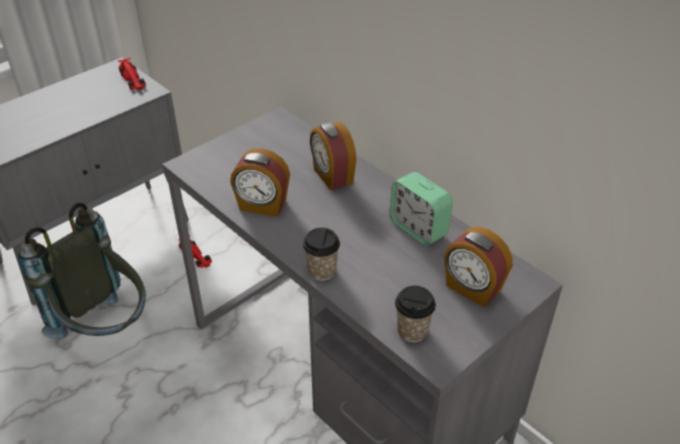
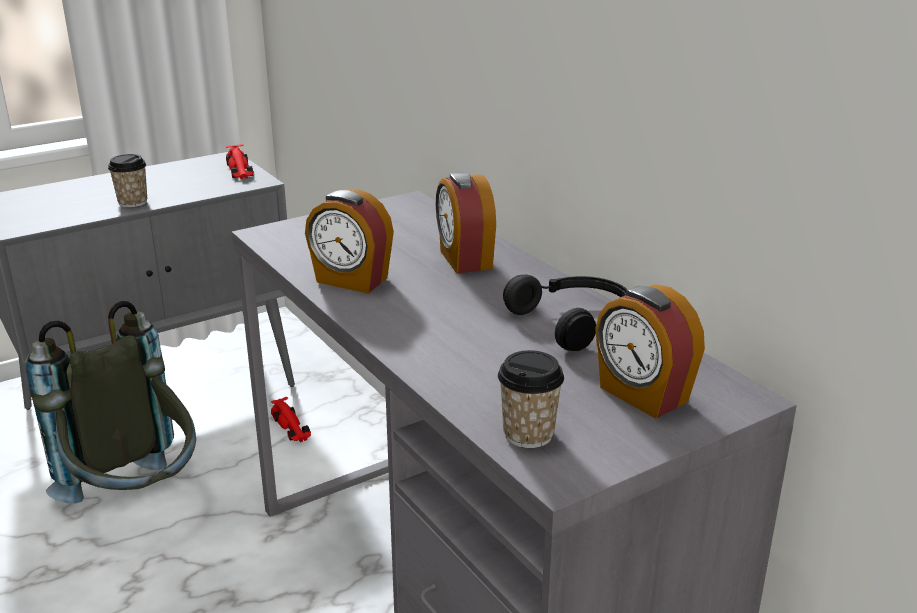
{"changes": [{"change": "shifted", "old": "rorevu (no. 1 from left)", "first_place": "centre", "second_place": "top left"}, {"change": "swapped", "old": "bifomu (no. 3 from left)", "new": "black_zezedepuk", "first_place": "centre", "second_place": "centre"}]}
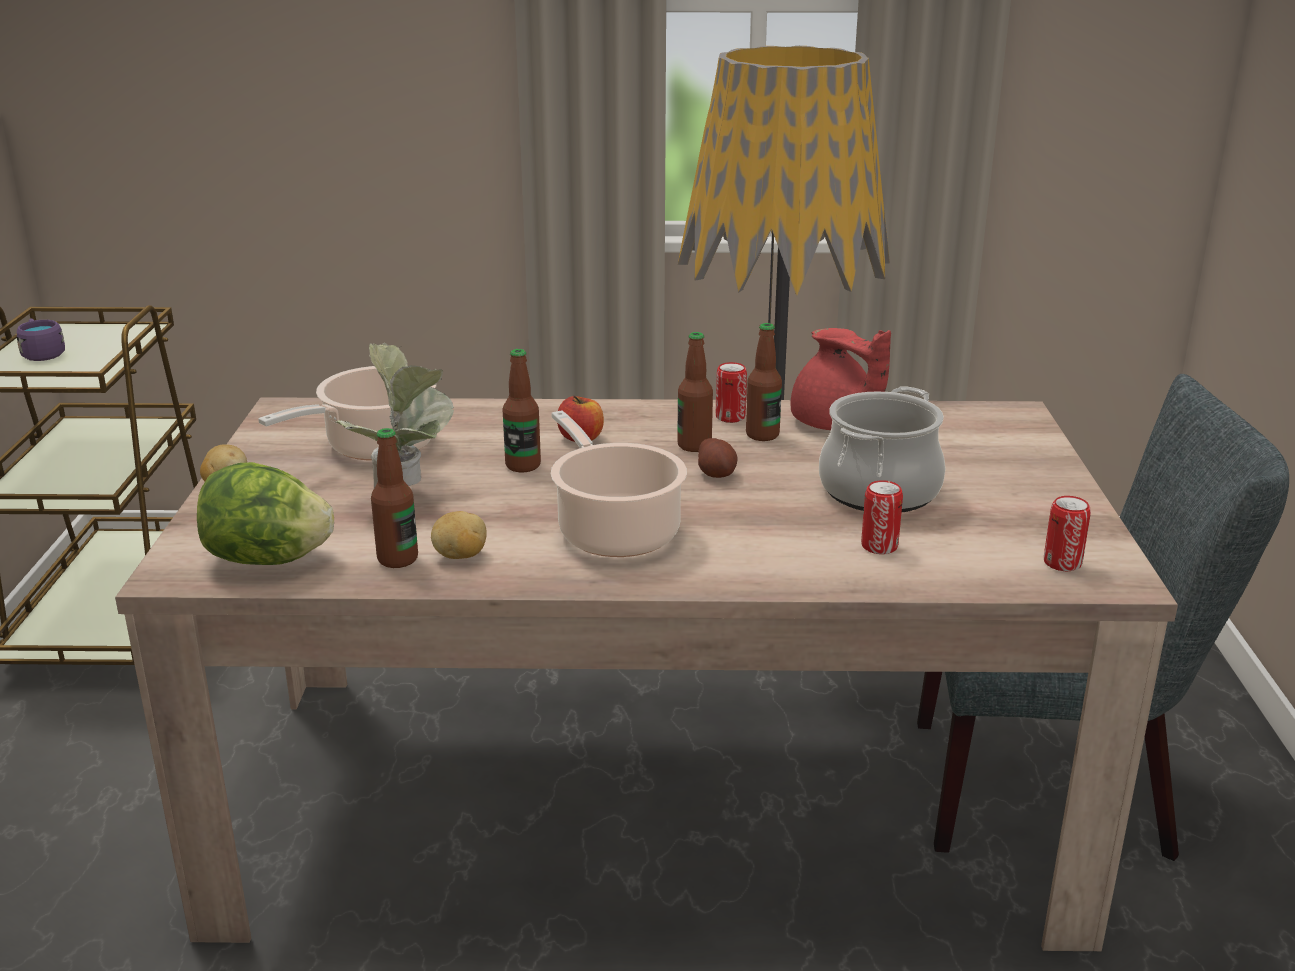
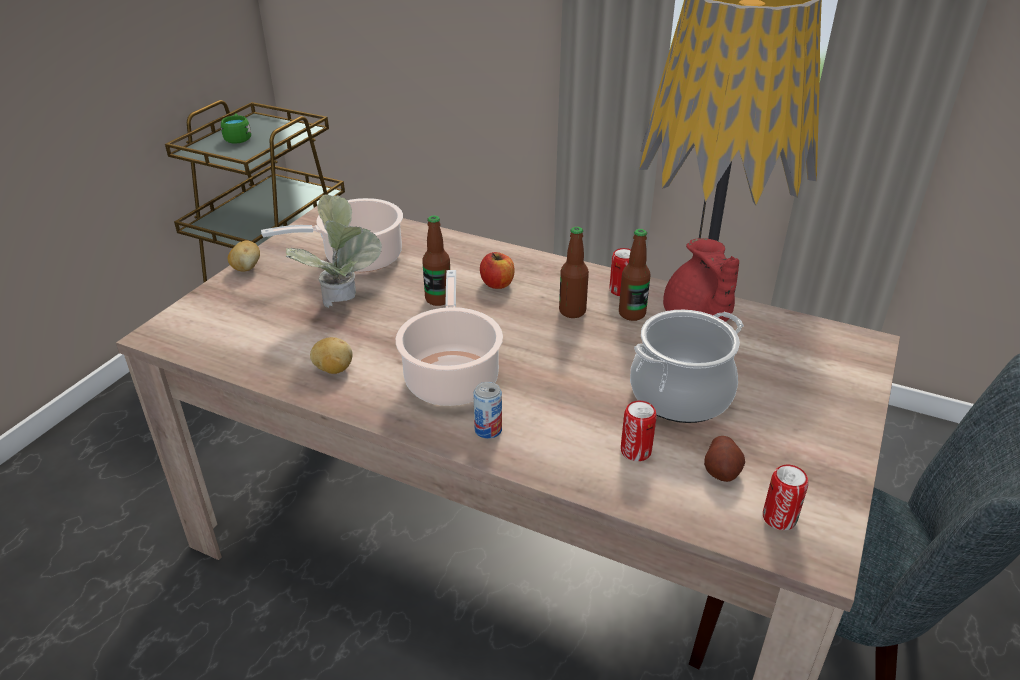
{"changes": [{"change": "repainted", "old": "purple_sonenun", "new": "green_sonenun", "first_place": "middle left", "second_place": "top left"}, {"change": "new", "new": "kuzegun (no. 1 from left)", "second_place": "centre"}, {"change": "shifted", "old": "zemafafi (no. 3 from left)", "first_place": "centre", "second_place": "bottom right"}, {"change": "gone", "old": "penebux", "first_place": "middle left"}, {"change": "gone", "old": "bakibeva (no. 1 from left)", "first_place": "middle left"}]}
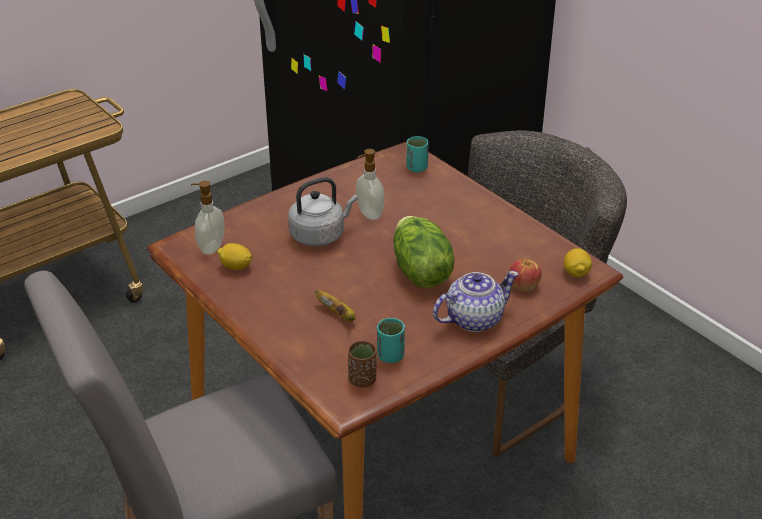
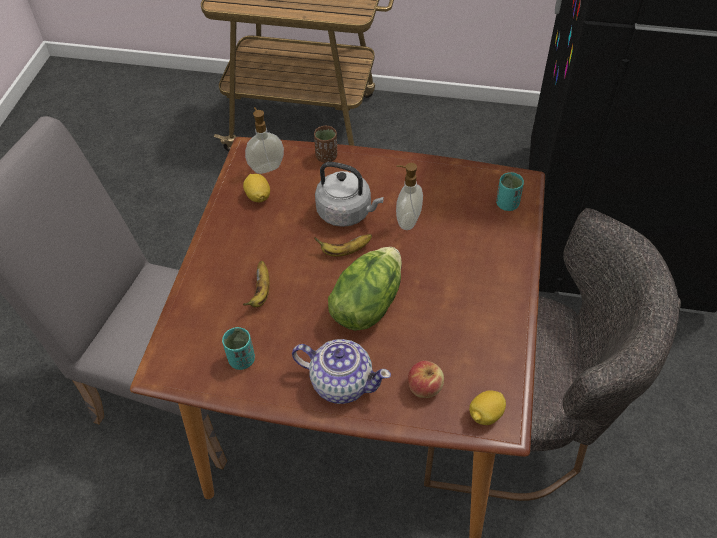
{"changes": [{"change": "shifted", "old": "brown_rorevu", "first_place": "bottom centre", "second_place": "top centre"}, {"change": "new", "new": "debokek (no. 2 from left)", "second_place": "centre"}]}
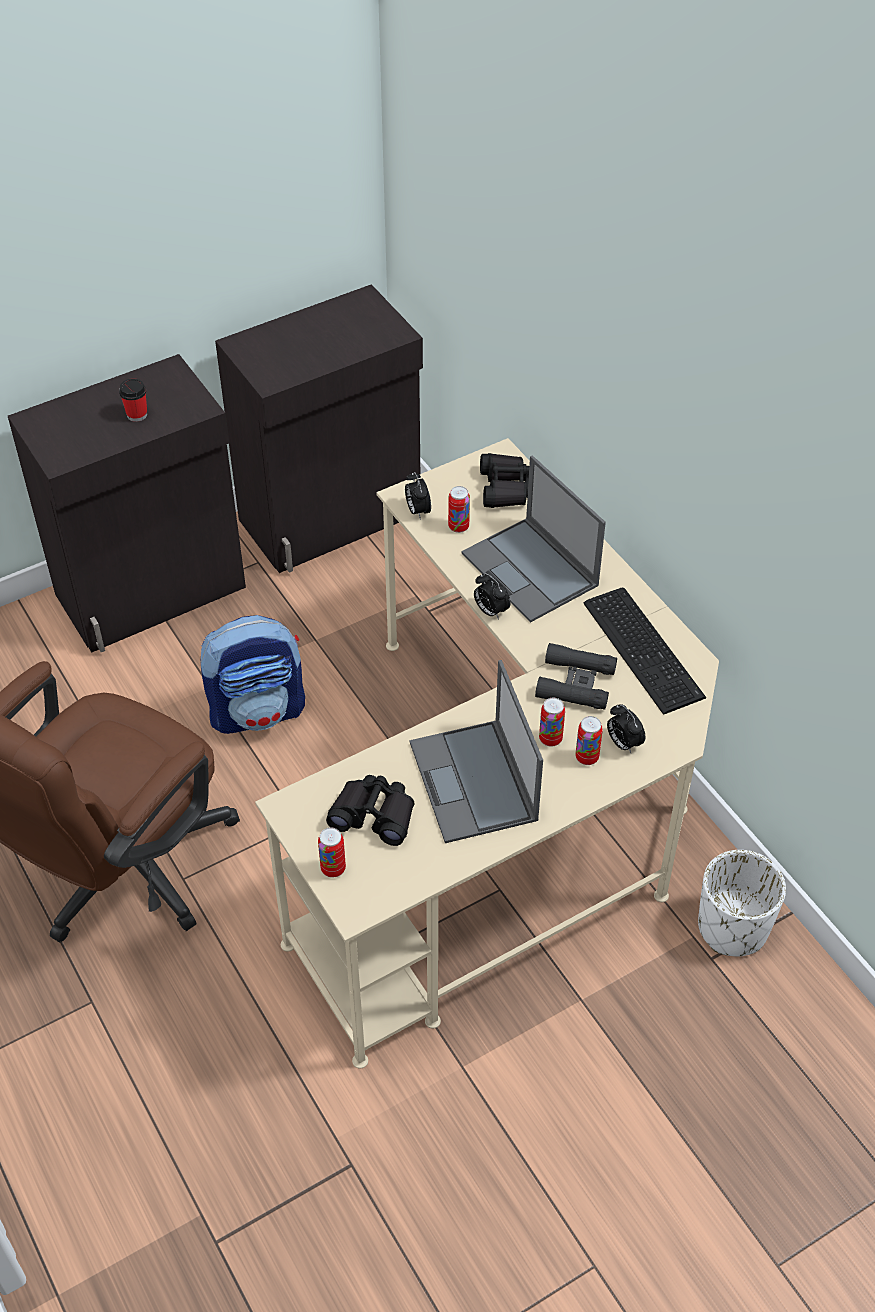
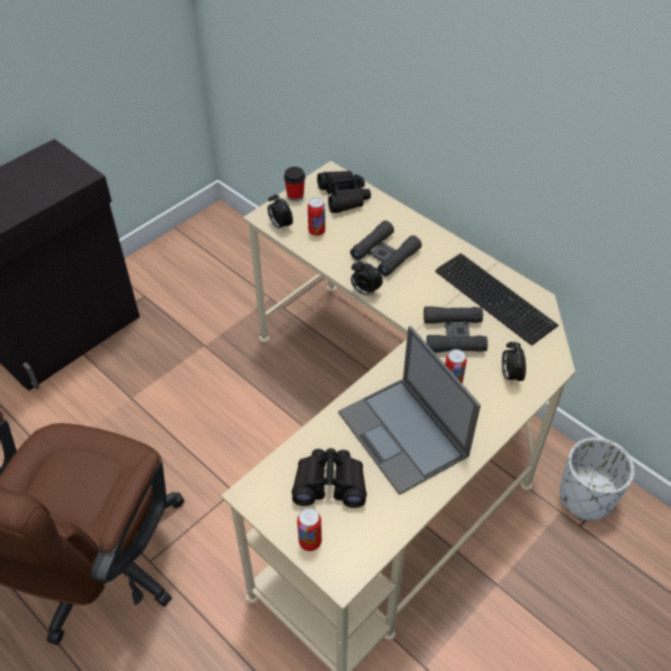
{"changes": [{"change": "shifted", "old": "rorevu", "first_place": "top left", "second_place": "top centre"}, {"change": "swapped", "old": "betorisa (no. 2 from left)", "new": "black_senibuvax (no. 3 from left)", "first_place": "centre", "second_place": "centre"}, {"change": "rotated", "old": "bifomu (no. 3 from left)", "first_place": "middle right", "second_place": "middle right", "degrees": 45}, {"change": "gone", "old": "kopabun", "first_place": "middle left"}, {"change": "gone", "old": "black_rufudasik (no. 2 from left)", "first_place": "top centre"}, {"change": "gone", "old": "kuzegun (no. 4 from left)", "first_place": "middle right"}]}
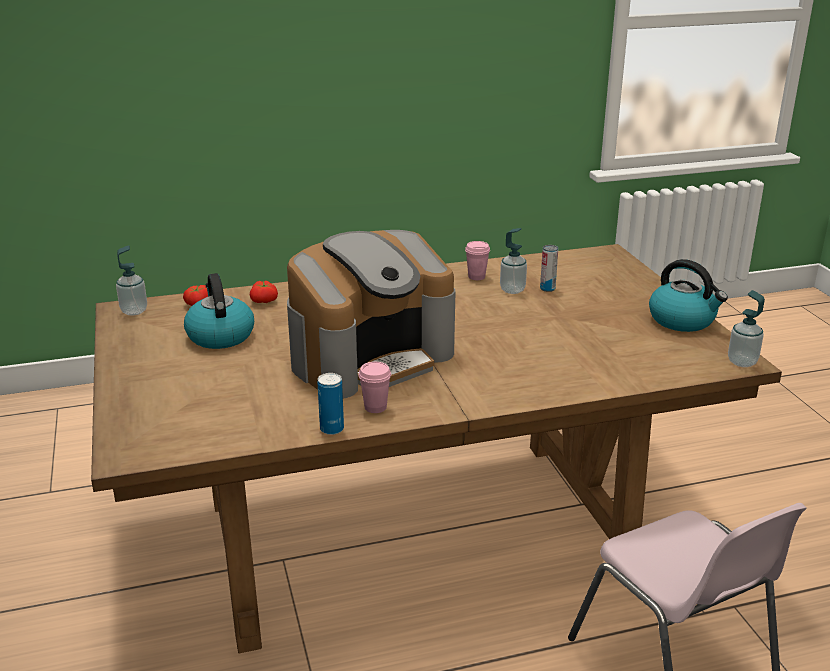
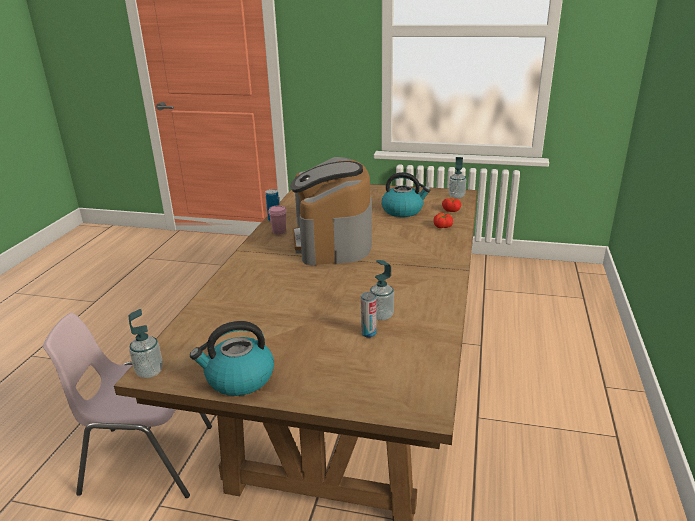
{"changes": [{"change": "gone", "old": "pink_rorevu (no. 2 from left)", "first_place": "centre"}]}
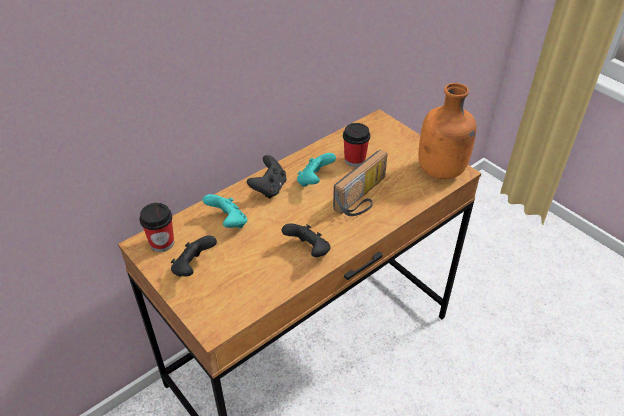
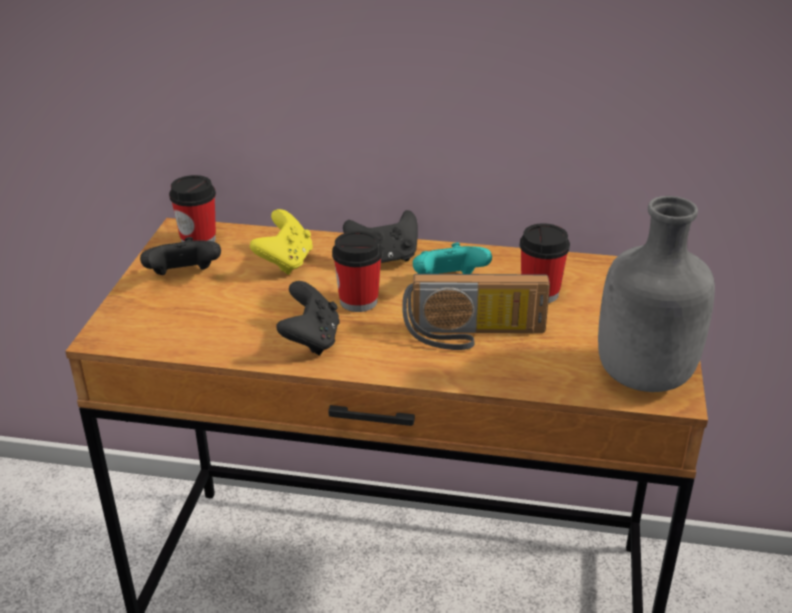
{"changes": [{"change": "repainted", "old": "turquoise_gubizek (no. 1 from left)", "new": "yellow_gubizek", "first_place": "centre", "second_place": "centre"}, {"change": "new", "new": "rorevu (no. 2 from left)", "second_place": "centre"}, {"change": "repainted", "old": "orange_bakibeva", "new": "grey_bakibeva", "first_place": "top right", "second_place": "middle right"}]}
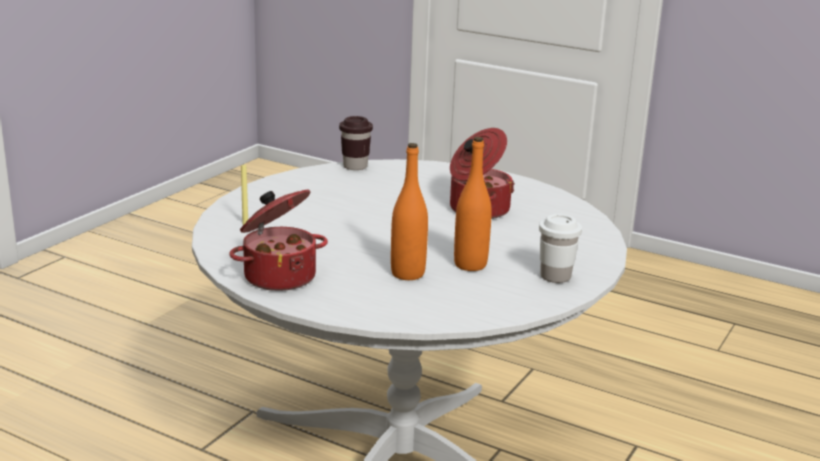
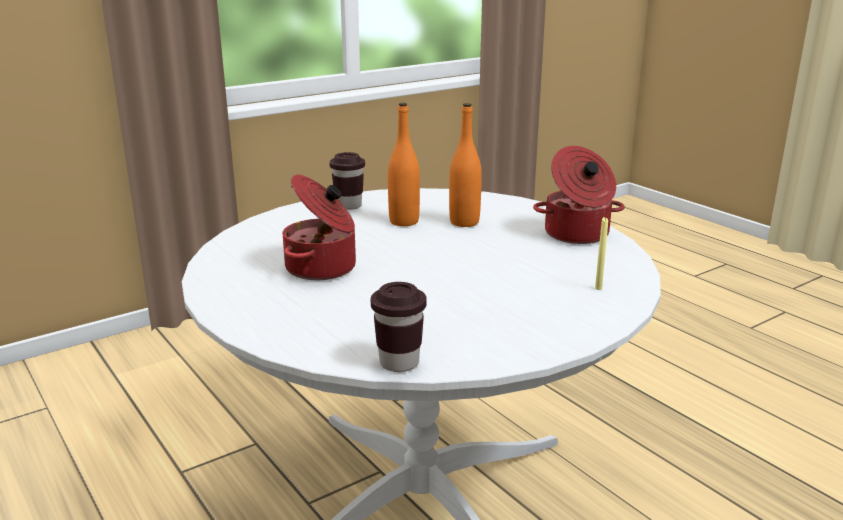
{"changes": [{"change": "repainted", "old": "white_rorevu", "new": "brown_rorevu (no. 1 from left)", "first_place": "middle right", "second_place": "centre"}]}
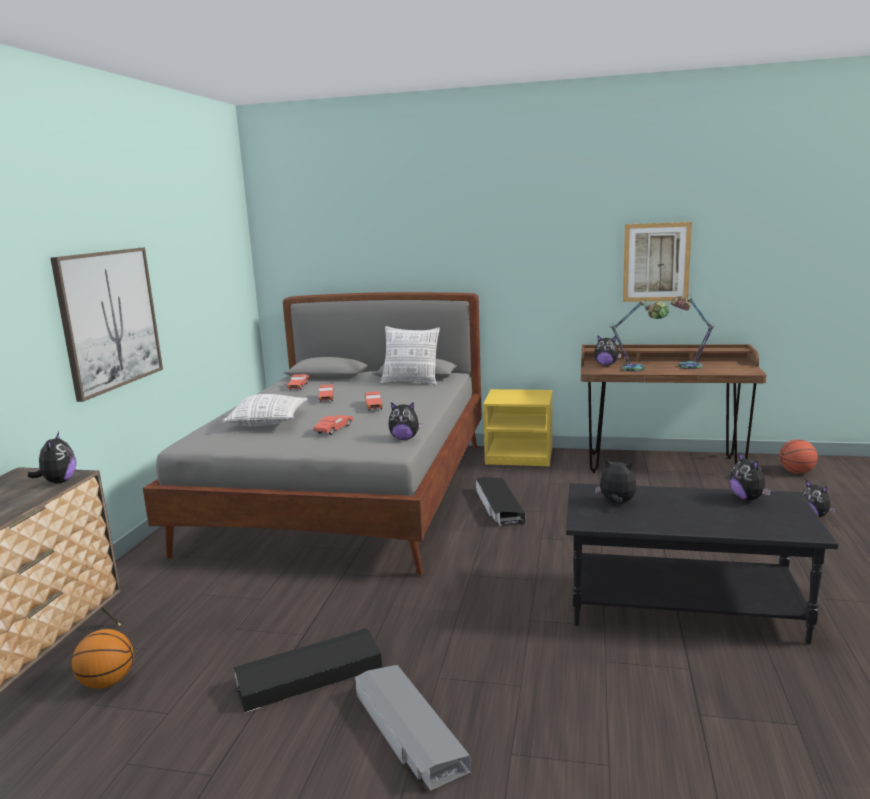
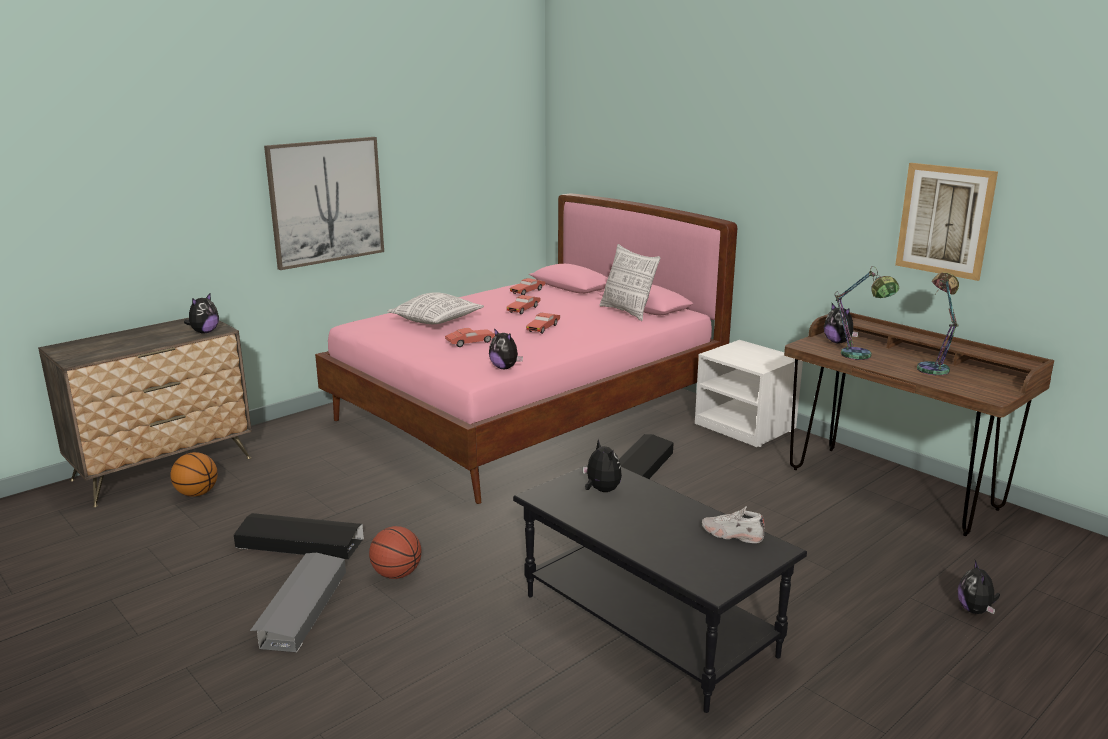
{"changes": [{"change": "repainted", "old": "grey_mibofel", "new": "pink_mibofel", "first_place": "centre", "second_place": "centre"}, {"change": "shifted", "old": "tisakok (no. 2 from left)", "first_place": "middle right", "second_place": "bottom centre"}, {"change": "repainted", "old": "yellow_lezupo", "new": "white_lezupo", "first_place": "centre", "second_place": "middle right"}, {"change": "swapped", "old": "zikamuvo (no. 5 from left)", "new": "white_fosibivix", "first_place": "middle right", "second_place": "bottom centre"}]}
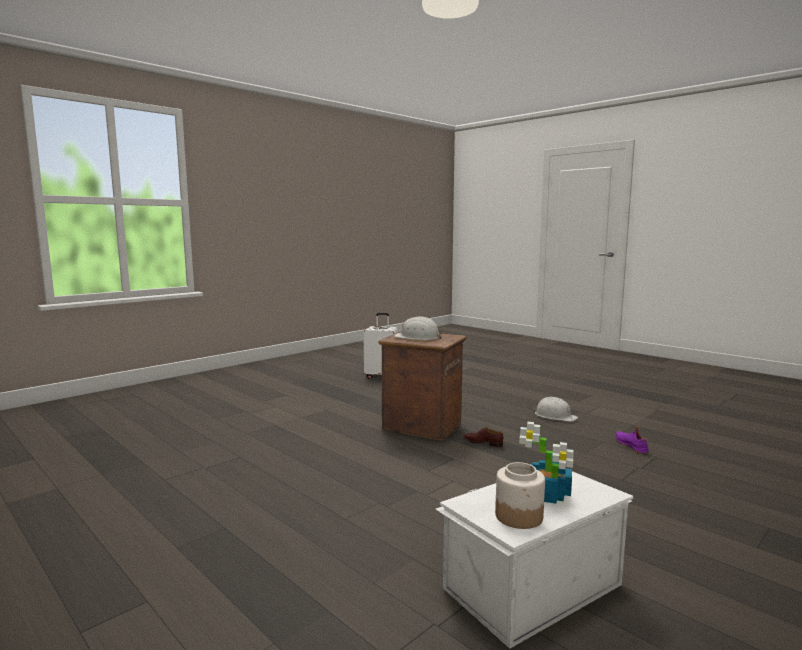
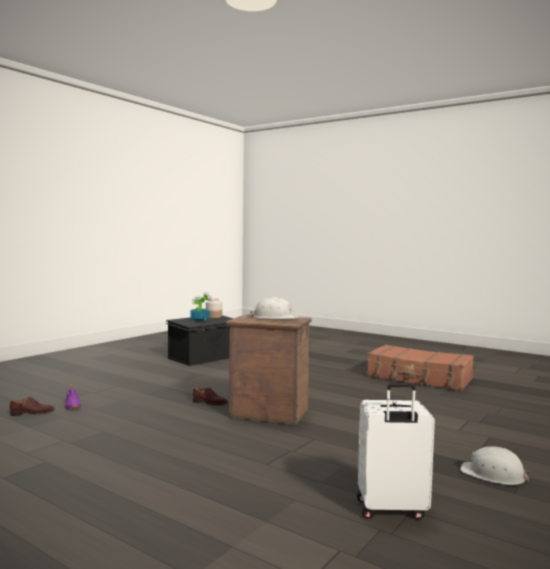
{"changes": [{"change": "new", "new": "brown_fosibivix (no. 1 from left)", "second_place": "bottom left"}, {"change": "repainted", "old": "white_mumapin", "new": "black_mumapin", "first_place": "bottom centre", "second_place": "centre"}, {"change": "new", "new": "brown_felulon", "second_place": "middle right"}, {"change": "shifted", "old": "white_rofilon (no. 2 from left)", "first_place": "middle right", "second_place": "bottom right"}]}
